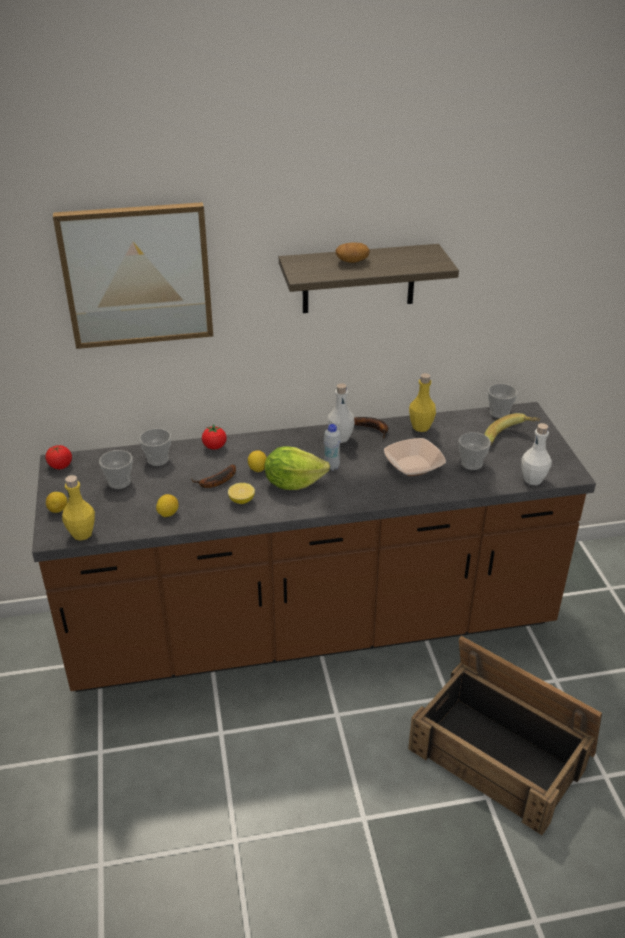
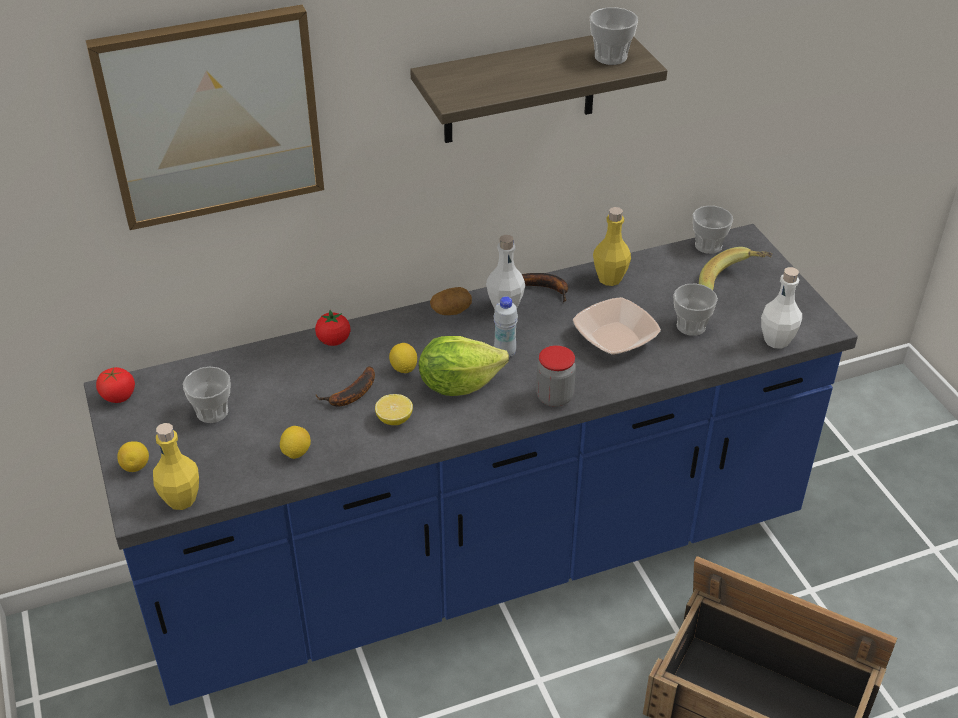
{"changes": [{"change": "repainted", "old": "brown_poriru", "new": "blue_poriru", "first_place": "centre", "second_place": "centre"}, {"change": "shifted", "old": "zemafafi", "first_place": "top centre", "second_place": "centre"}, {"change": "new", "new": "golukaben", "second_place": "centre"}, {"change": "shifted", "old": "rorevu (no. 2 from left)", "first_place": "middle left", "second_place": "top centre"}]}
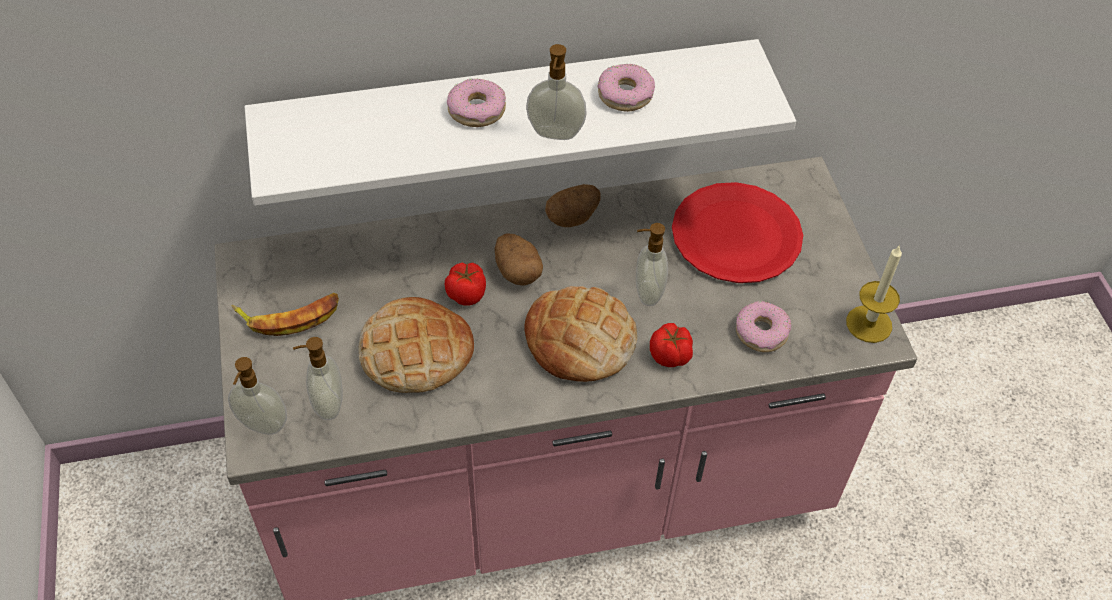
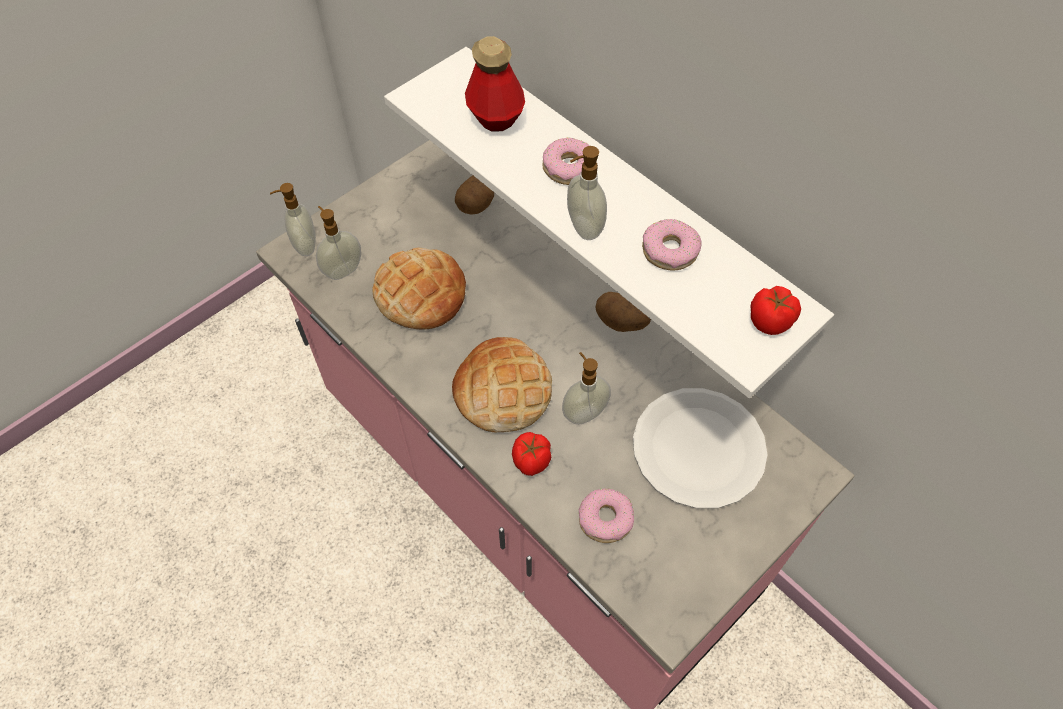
{"changes": [{"change": "shifted", "old": "zemafafi (no. 1 from left)", "first_place": "centre", "second_place": "top centre"}, {"change": "new", "new": "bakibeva", "second_place": "top centre"}, {"change": "repainted", "old": "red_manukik", "new": "white_manukik", "first_place": "centre", "second_place": "centre"}, {"change": "shifted", "old": "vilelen (no. 1 from left in the first image)", "new": "vilelen (no. 2 from left)", "first_place": "centre", "second_place": "middle right"}, {"change": "gone", "old": "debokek", "first_place": "middle left"}, {"change": "gone", "old": "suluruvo", "first_place": "middle right"}]}
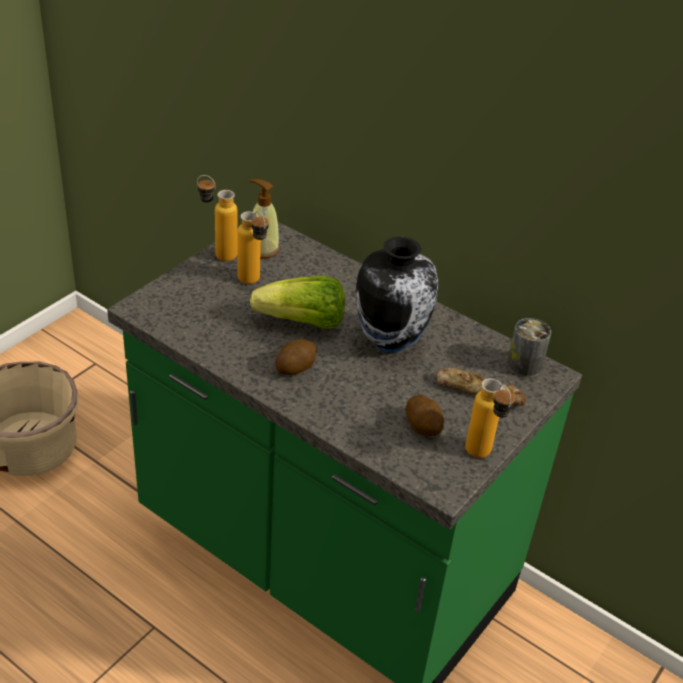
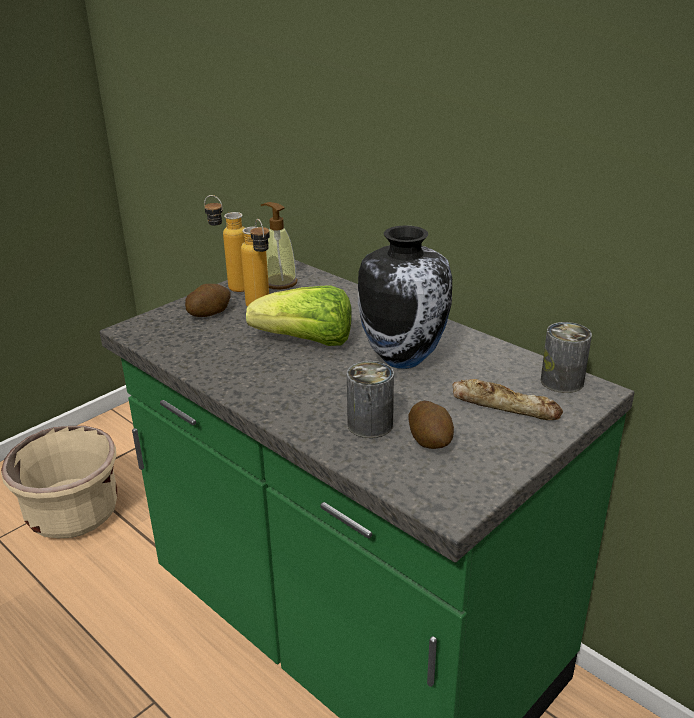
{"changes": [{"change": "shifted", "old": "zemafafi (no. 1 from left)", "first_place": "centre", "second_place": "middle left"}, {"change": "new", "new": "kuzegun (no. 1 from left)", "second_place": "centre"}, {"change": "gone", "old": "bakibeva (no. 3 from left)", "first_place": "middle right"}]}
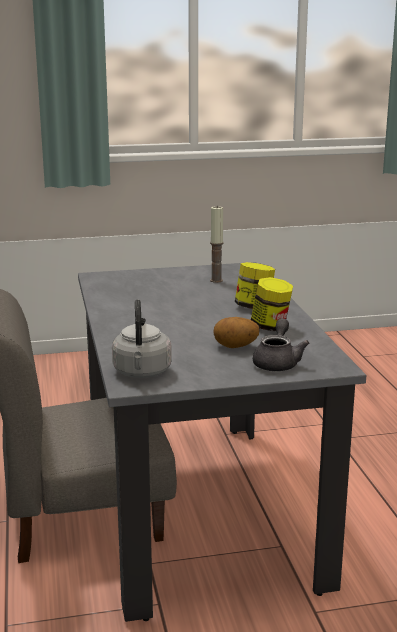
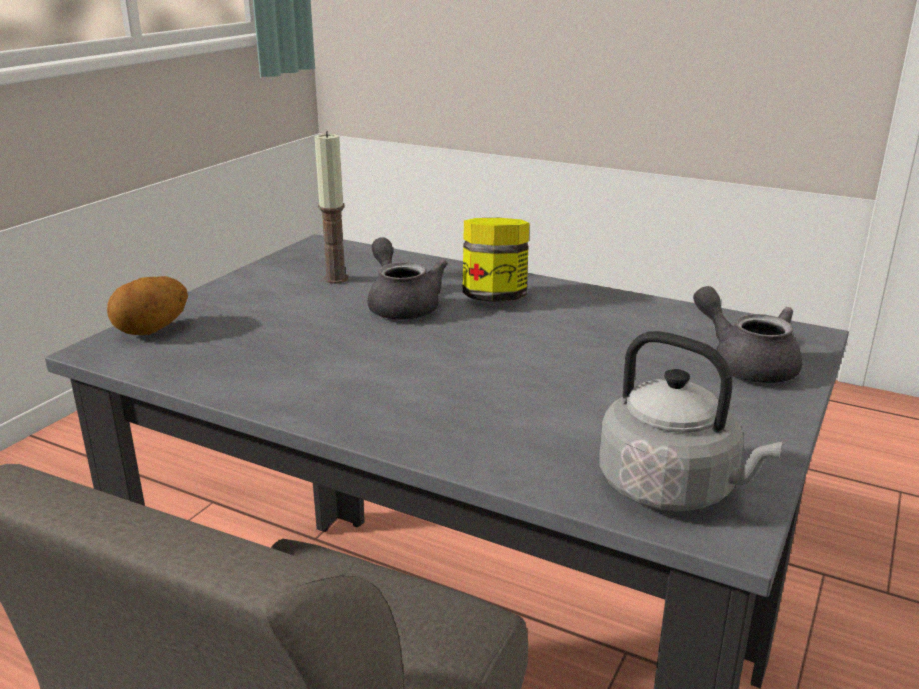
{"changes": [{"change": "shifted", "old": "zemafafi", "first_place": "centre", "second_place": "middle left"}, {"change": "new", "new": "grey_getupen (no. 1 from left)", "second_place": "centre"}, {"change": "gone", "old": "golukaben (no. 2 from left)", "first_place": "middle right"}]}
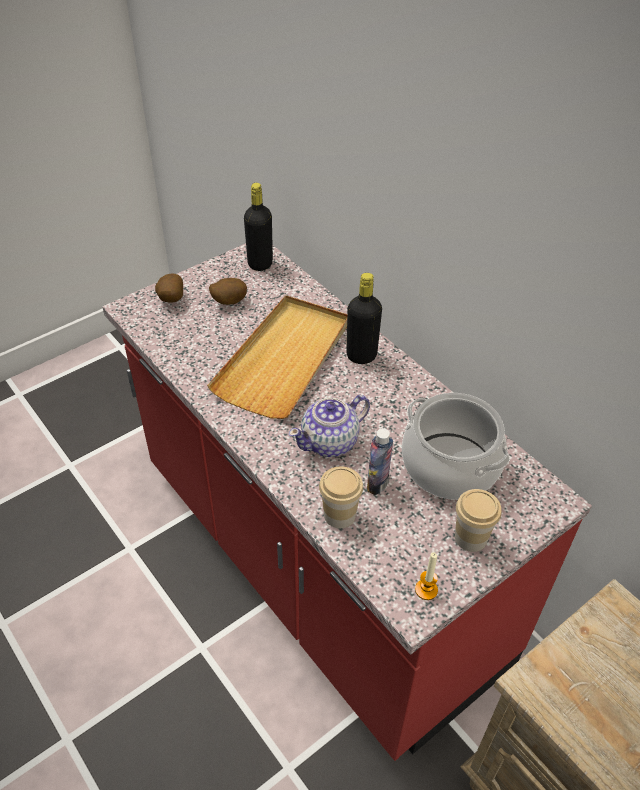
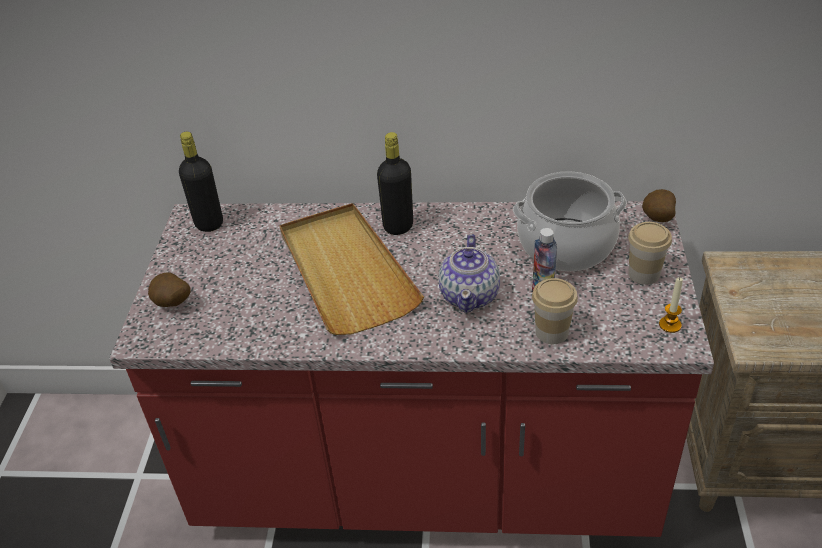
{"changes": [{"change": "shifted", "old": "zemafafi (no. 2 from left)", "first_place": "centre", "second_place": "middle right"}]}
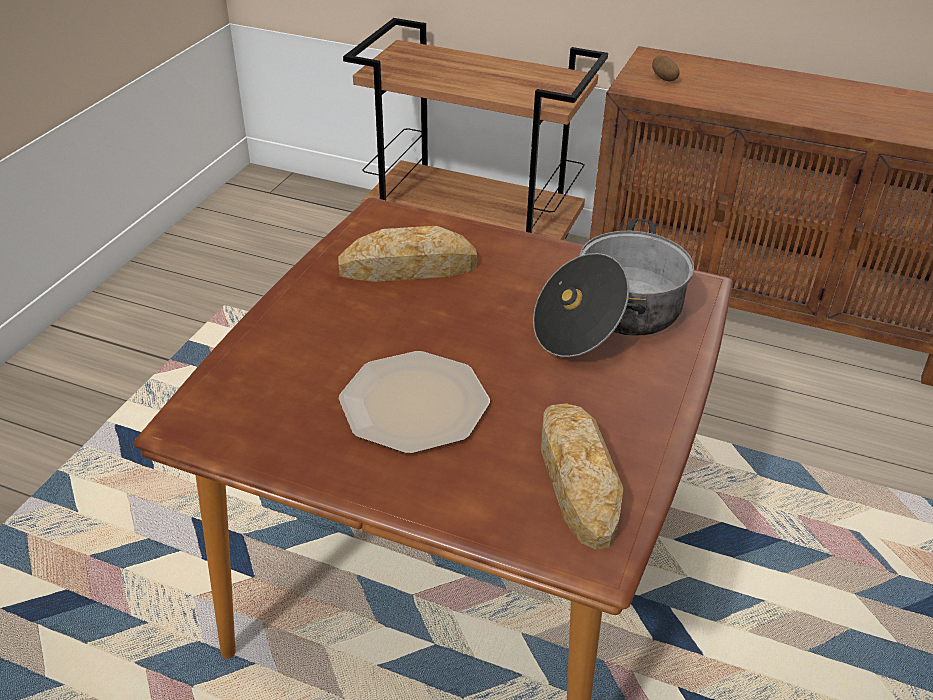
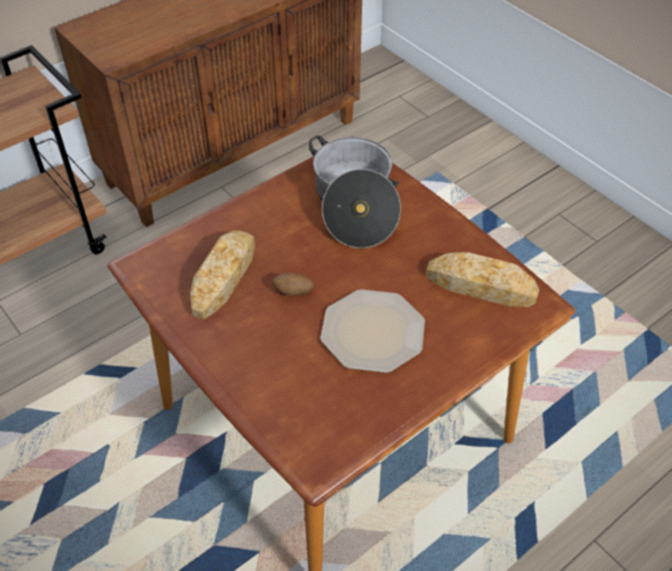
{"changes": [{"change": "shifted", "old": "zemafafi", "first_place": "top right", "second_place": "centre"}]}
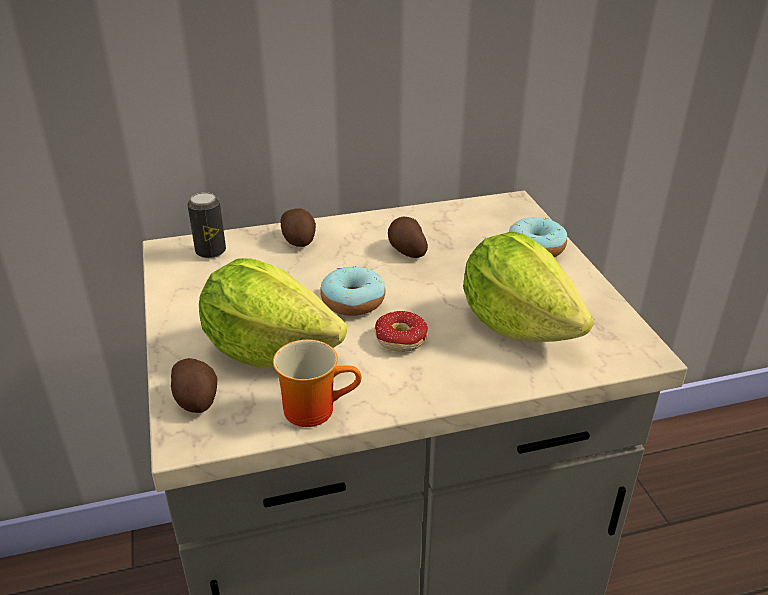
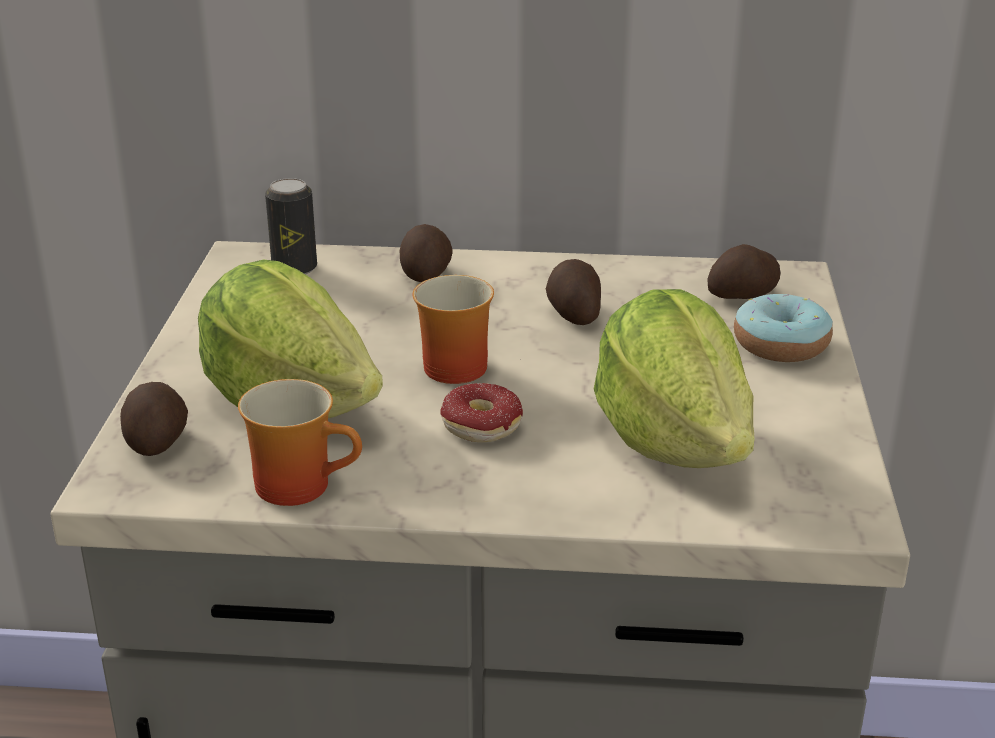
{"changes": [{"change": "swapped", "old": "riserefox (no. 1 from left)", "new": "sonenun (no. 2 from left)", "first_place": "centre", "second_place": "centre"}, {"change": "new", "new": "zemafafi (no. 4 from left)", "second_place": "middle right"}]}
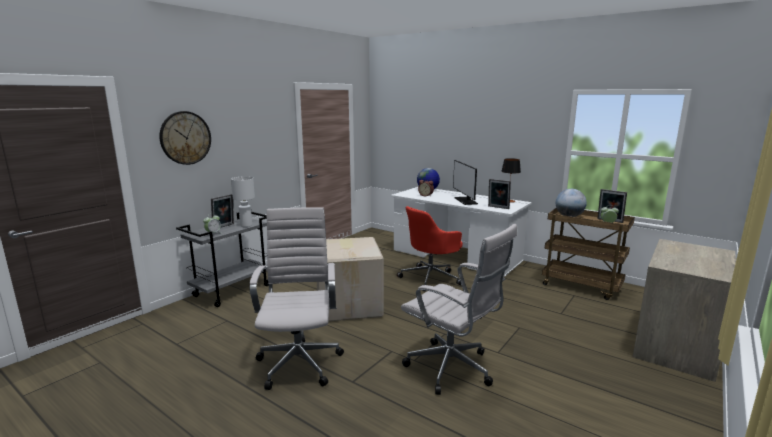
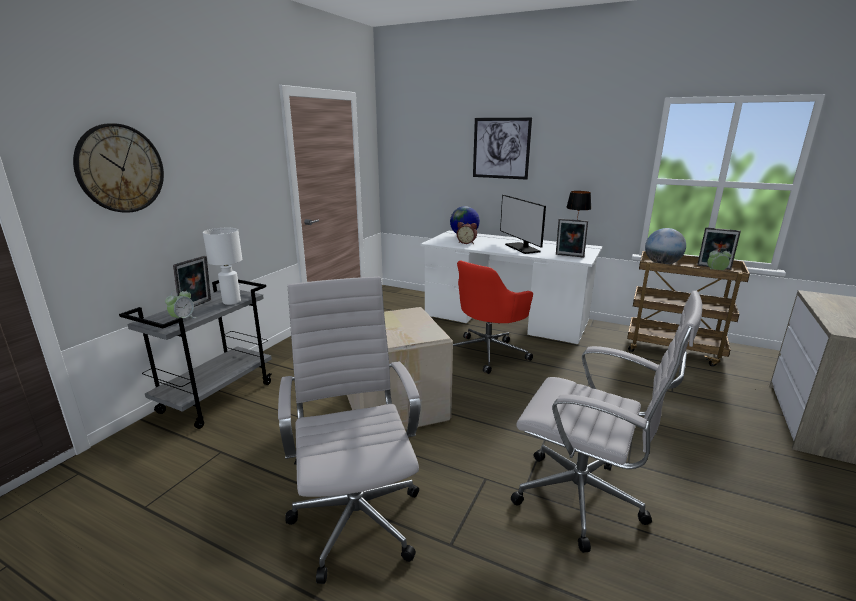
{"changes": [{"change": "new", "new": "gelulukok", "second_place": "top centre"}]}
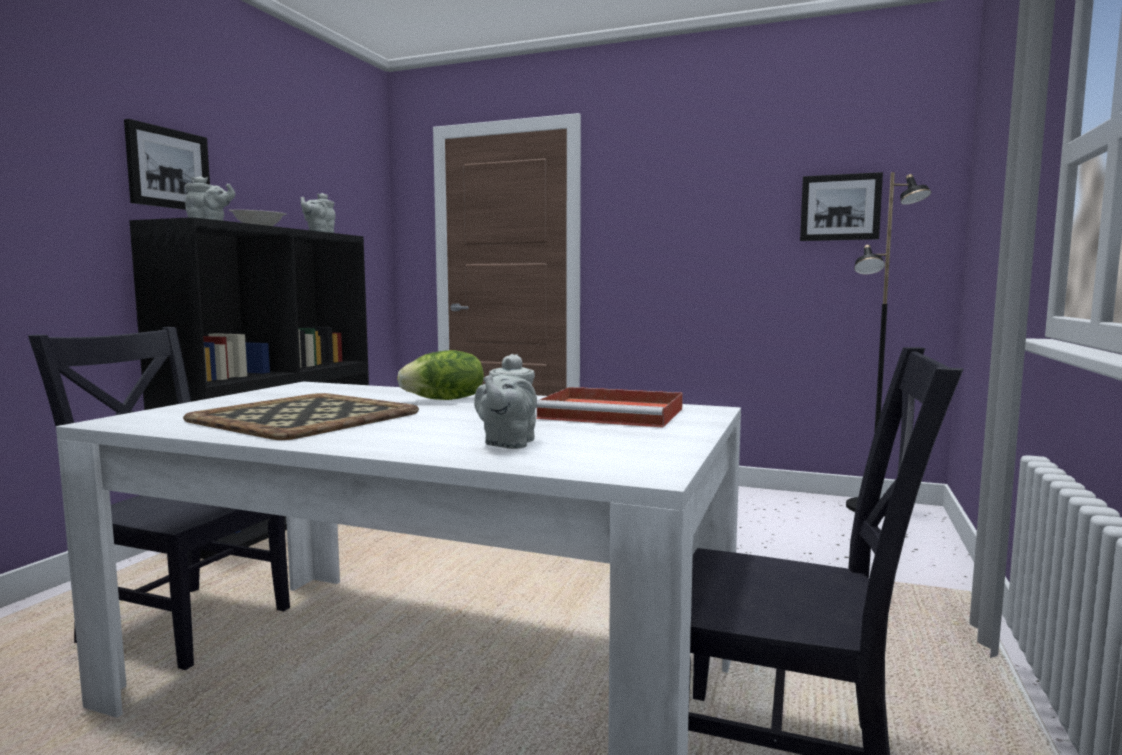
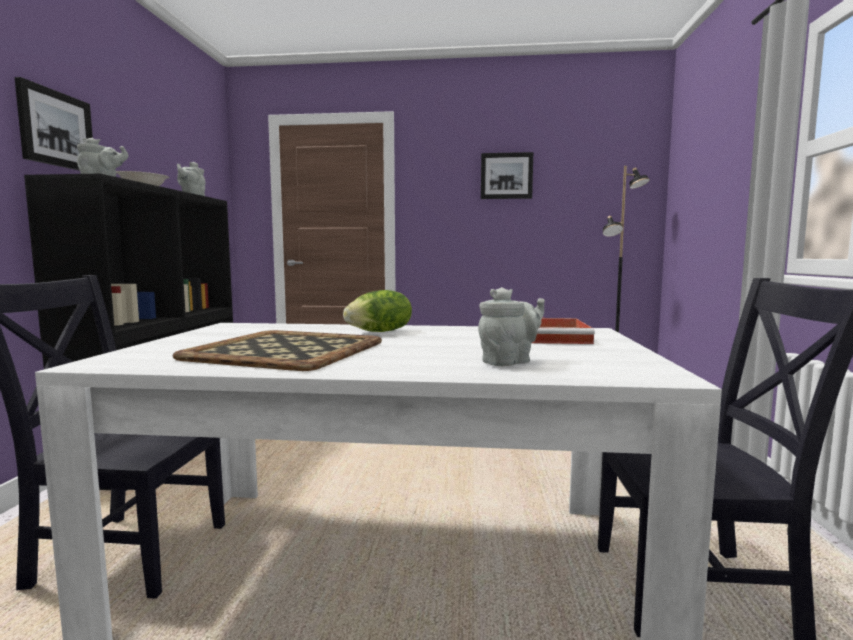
{"changes": [{"change": "rotated", "old": "grey_getupen (no. 3 from left)", "first_place": "centre", "second_place": "centre", "degrees": -120}, {"change": "shifted", "old": "gelulukok (no. 2 from left)", "first_place": "top right", "second_place": "top centre"}]}
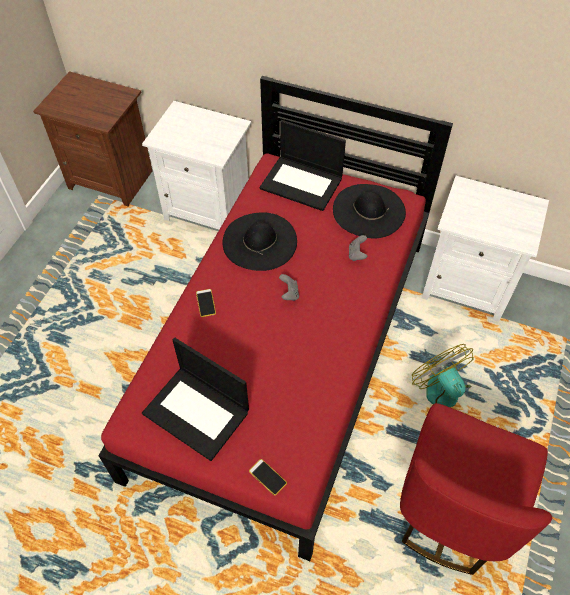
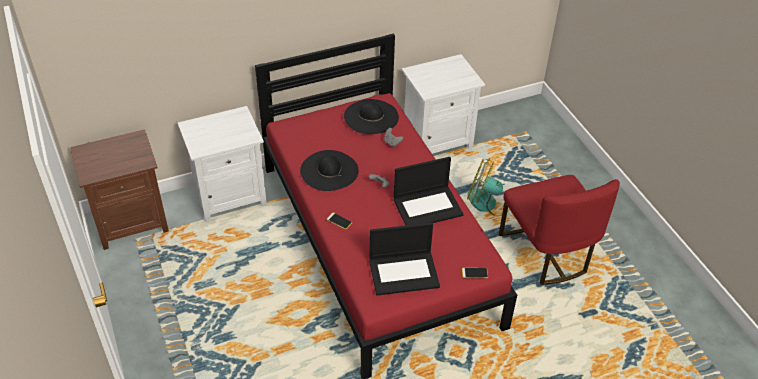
{"changes": [{"change": "shifted", "old": "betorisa (no. 2 from left)", "first_place": "top centre", "second_place": "centre"}]}
